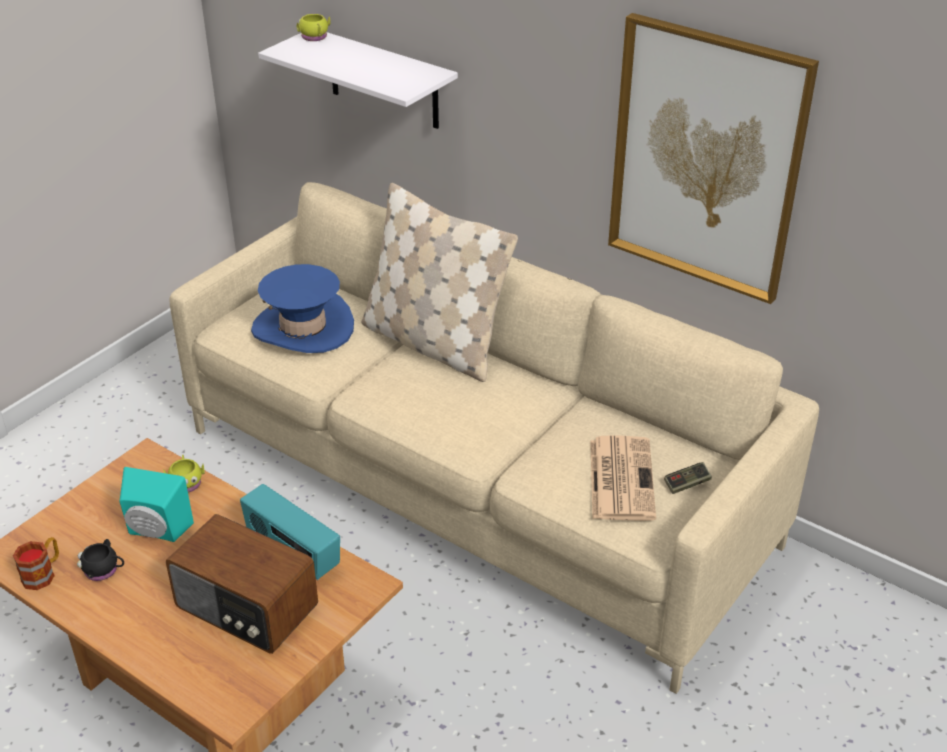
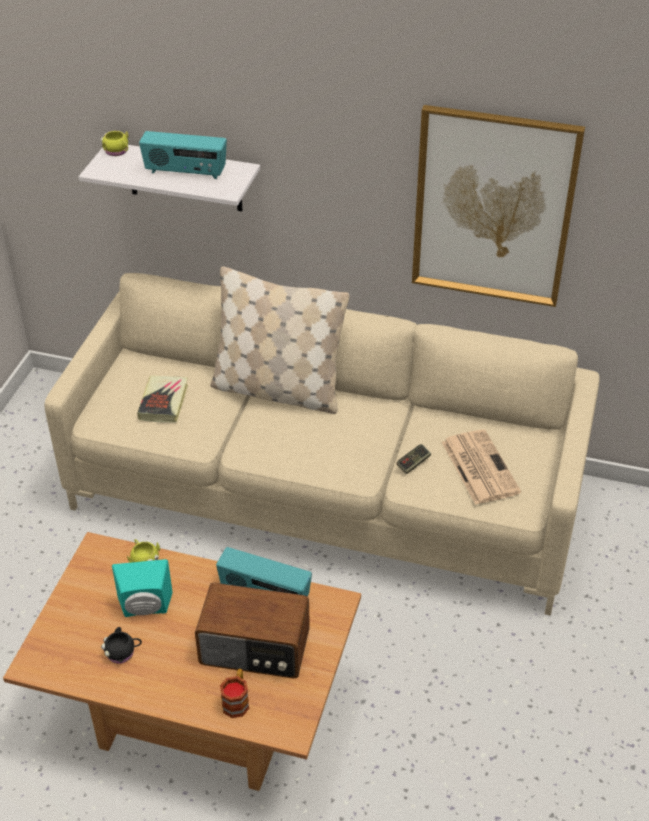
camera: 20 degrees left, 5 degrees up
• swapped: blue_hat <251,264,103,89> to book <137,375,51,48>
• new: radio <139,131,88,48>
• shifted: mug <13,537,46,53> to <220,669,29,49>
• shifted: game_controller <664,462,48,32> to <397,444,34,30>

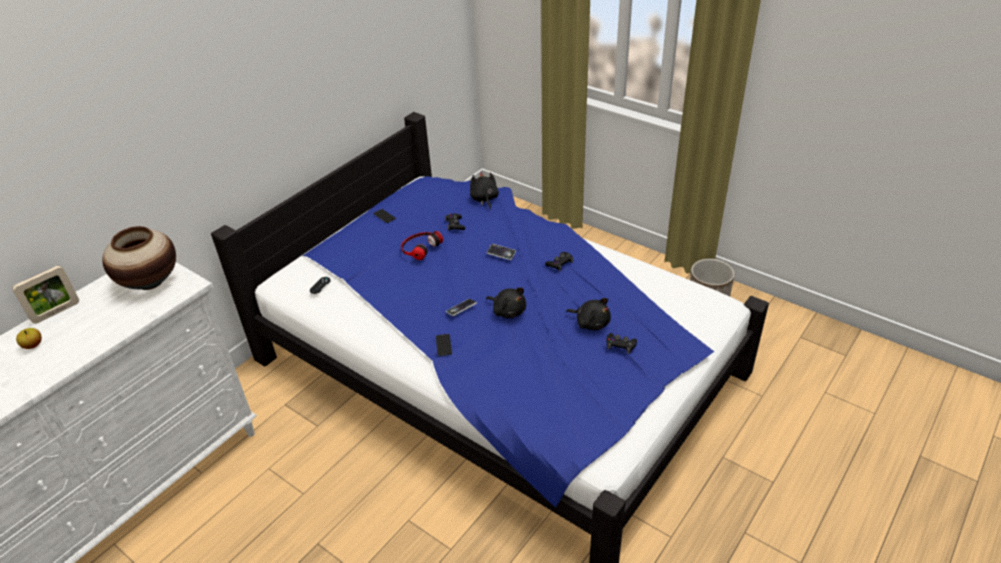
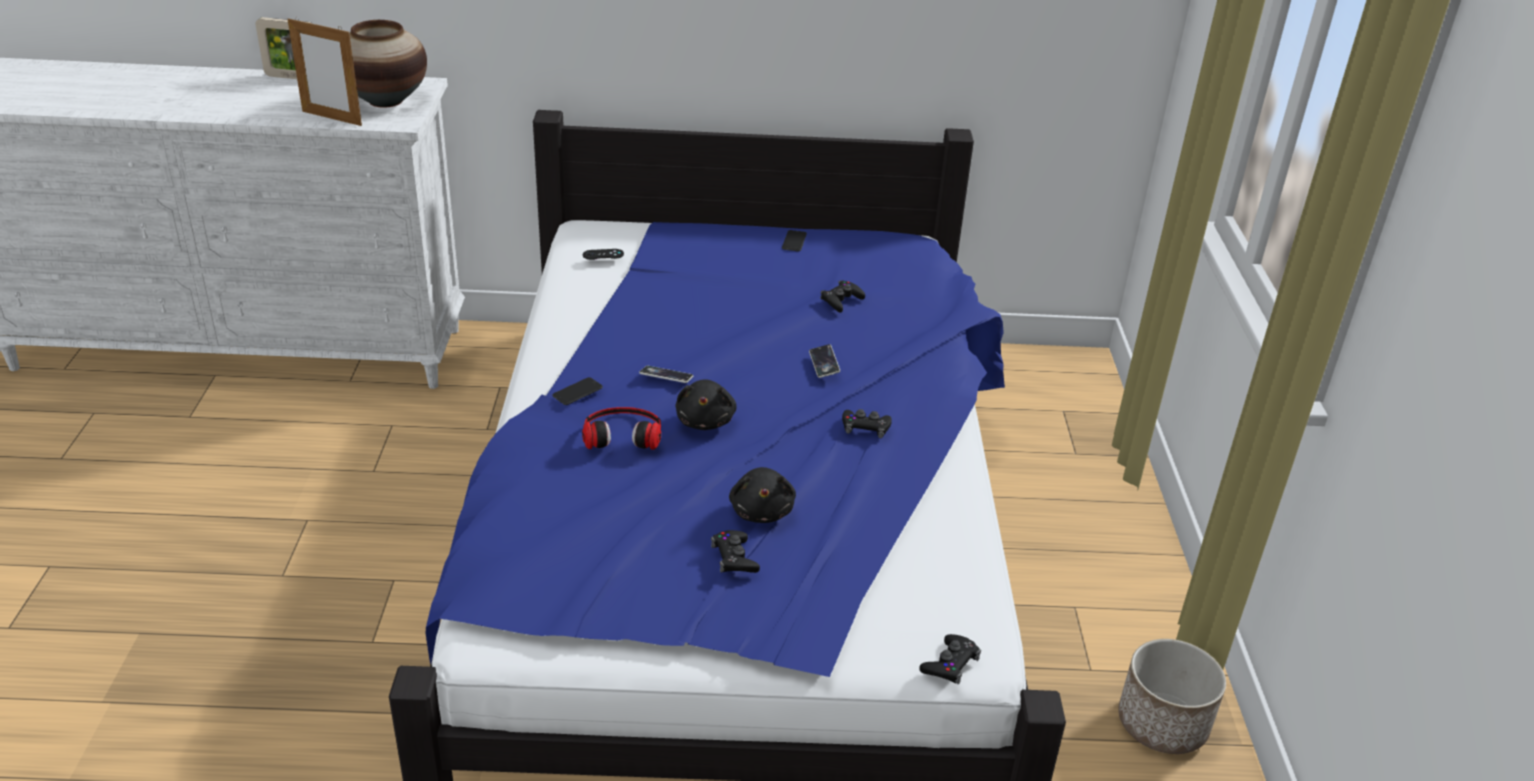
camera: 50 degrees right, 5 degrees down
• new: picture_frame <287,17,75,109>
• shifted: headphones <401,231,42,29> to <582,407,79,43>
• new: black_game_controller <919,634,62,50>
• gone: apple <16,328,26,21>
• gone: black_plush_toy <470,172,29,38>

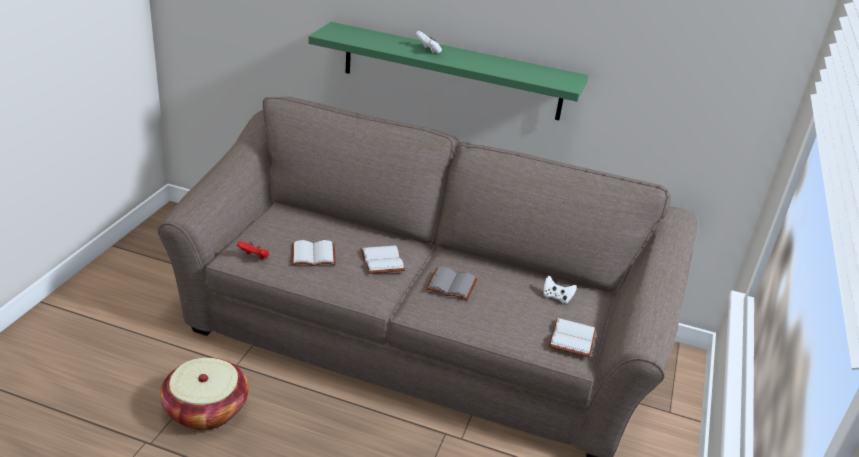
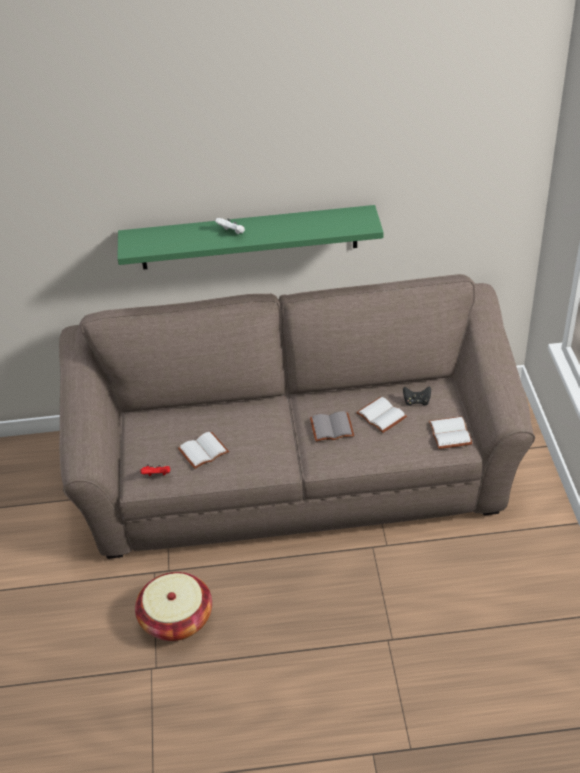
camera: 20 degrees left, 10 degrees up
• shifted: white_book <360,245,45,29> to <356,397,51,36>
• repainted: white_game_controller <543,276,34,28> to black_game_controller <403,386,28,20>

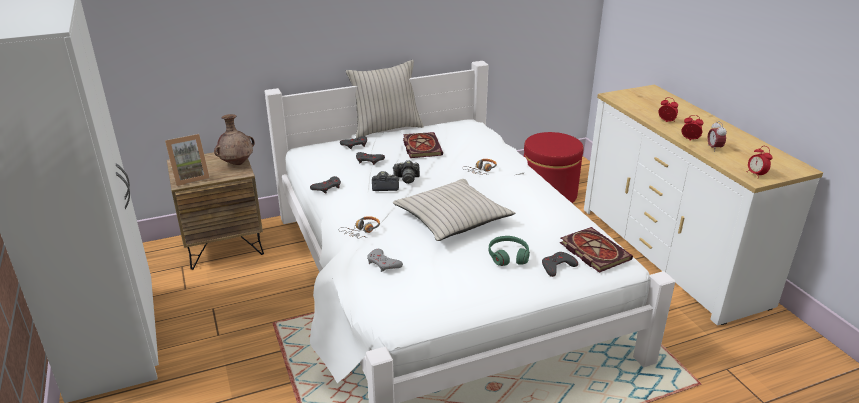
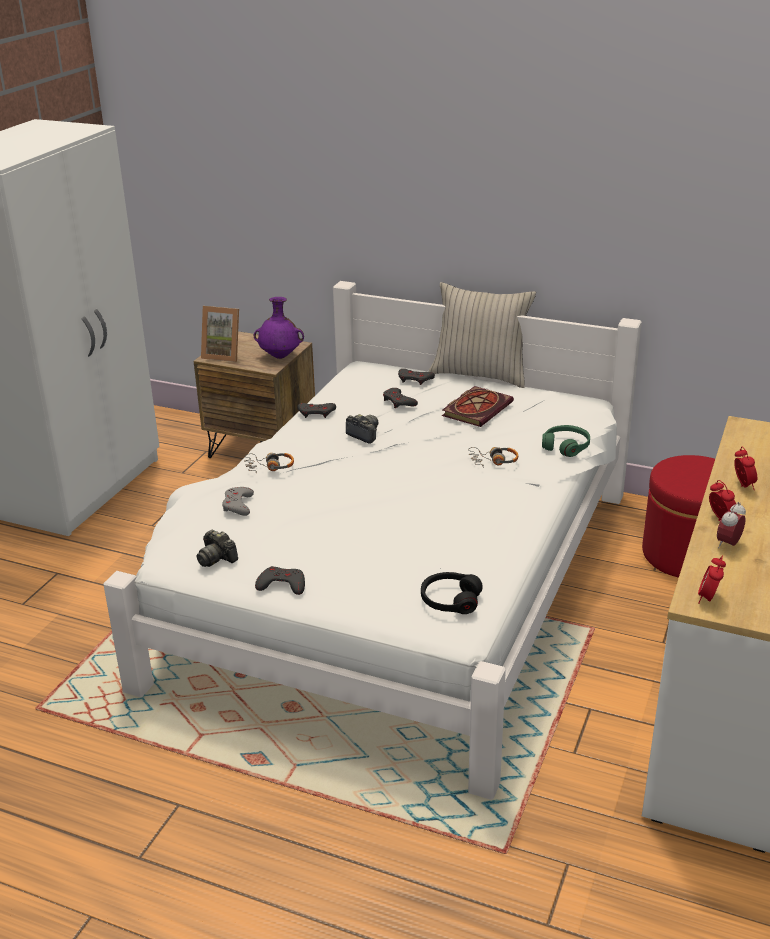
camera: 45 degrees right, 0 degrees up
• shifted: photo_camera <393,160,27,24> to <196,530,42,37>
• repainted: brown_vase <214,114,41,51> to purple_vase <254,297,50,62>
• shifted: grey_game_controller <542,252,36,25> to <255,566,50,29>
• swapped: book <560,227,73,46> to black_headphones <421,572,62,42>
• shifted: green_headphones <489,236,41,30> to <542,425,48,32>
• gone: beige_pillow <393,179,122,62>

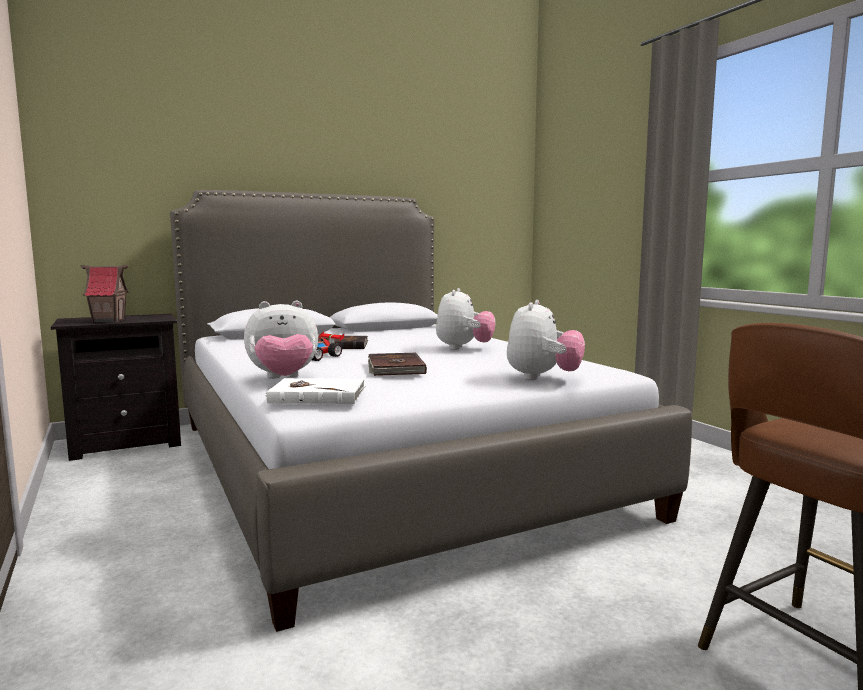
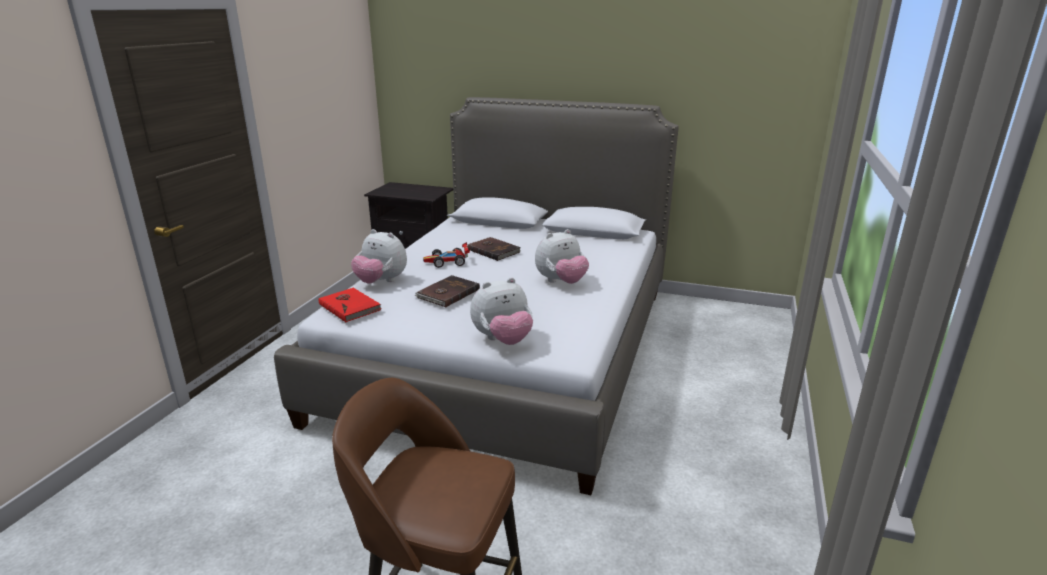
camera: 45 degrees right, 15 degrees up
• repainted: white_book <265,378,100,26> to red_book <319,288,63,34>
• gone: toy_house <81,265,48,58>

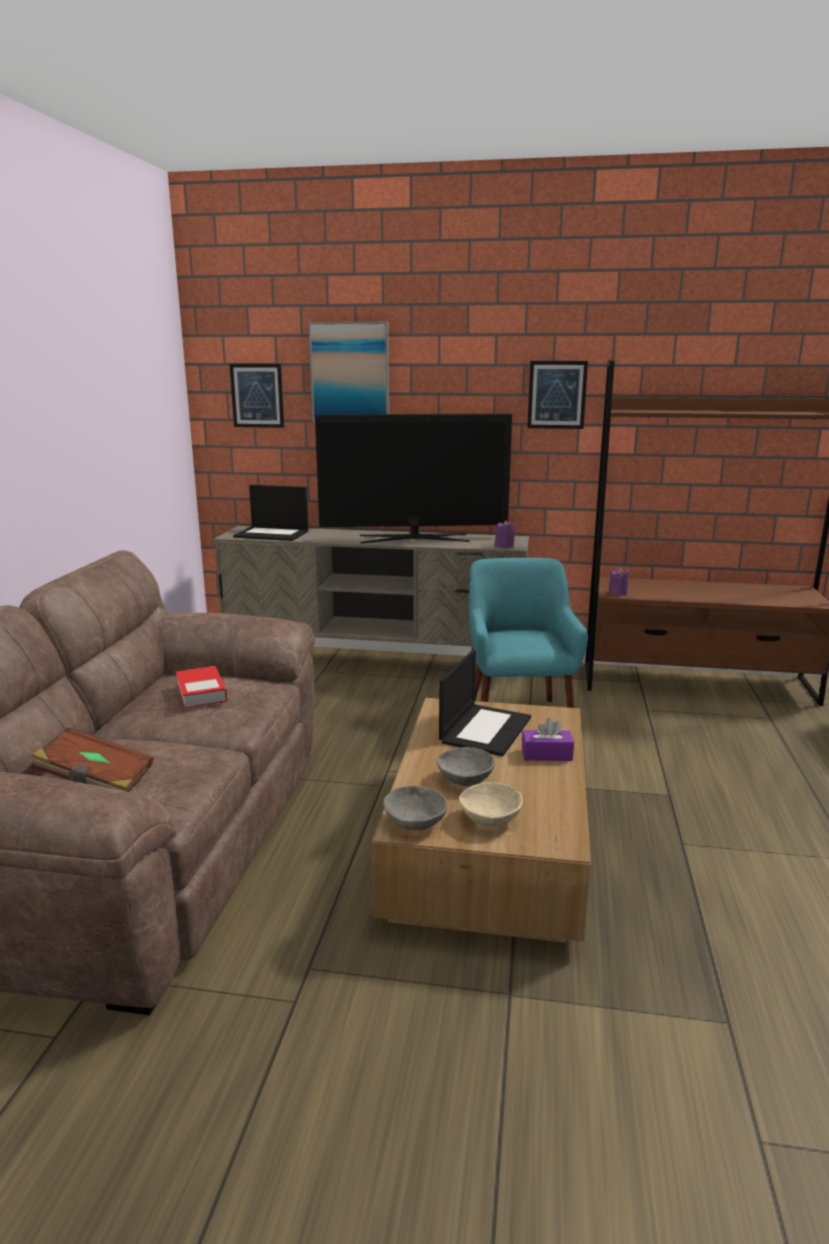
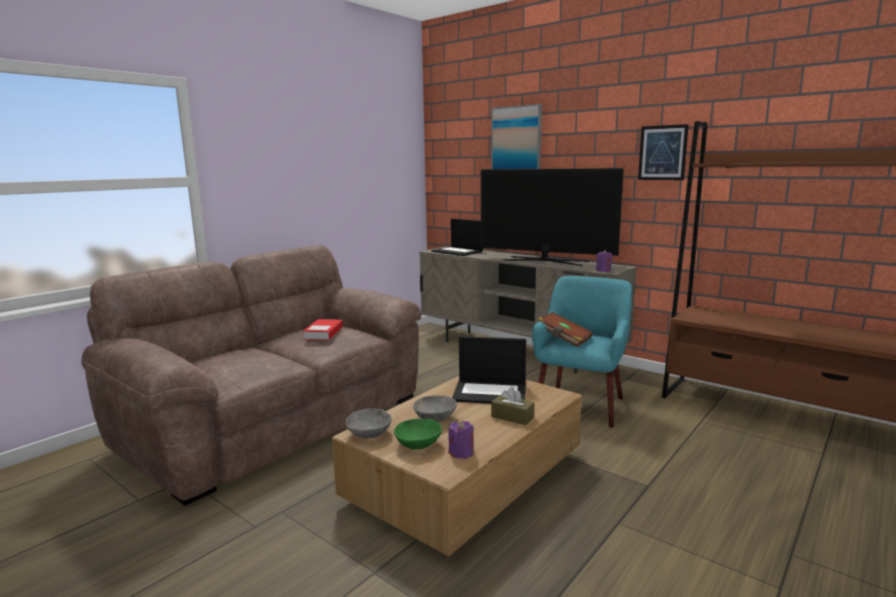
camera: 30 degrees right, 5 degrees down
• repainted: beige_bowl <459,782,64,45> to green_bowl <394,418,48,32>
• shifted: purple_candle <609,567,20,29> to <448,420,26,39>
• rotated: laptop <439,650,92,106> = <452,336,74,68> 45 degrees clockwise
• repainted: purple_tissue_box <522,718,52,43> to brown_tissue_box <491,387,44,38>
• shifted: brown_book <31,727,122,65> to <537,312,56,35>
• gone: picture <230,364,54,64>

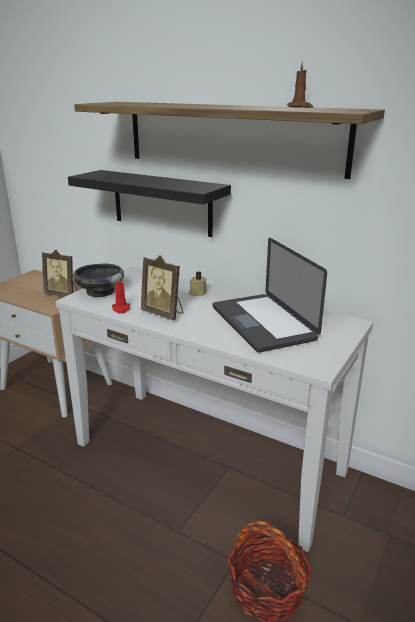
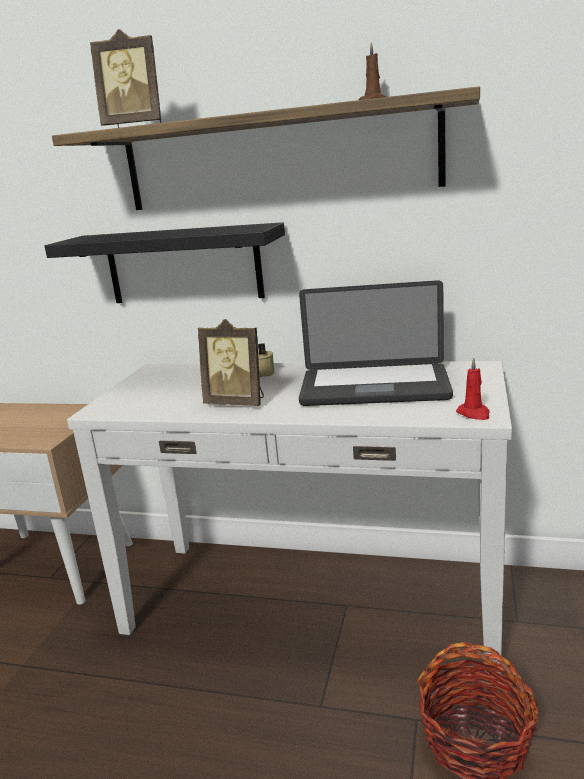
camera: 15 degrees left, 5 degrees down
• shifted: picture_frame <42,250,36,47> to <90,29,71,99>
• rotated: laptop <213,238,114,114> = <299,280,154,126> 45 degrees counterclockwise
• shifted: red_candle <112,275,18,39> to <456,358,34,62>
• gone: black_bowl <73,264,51,33>

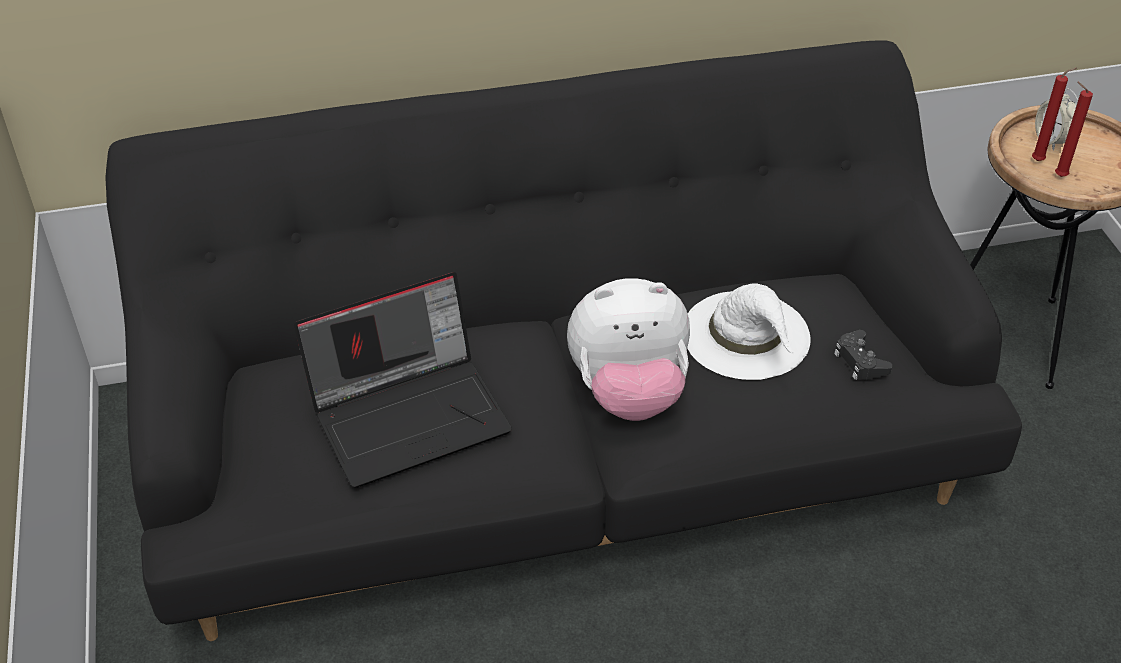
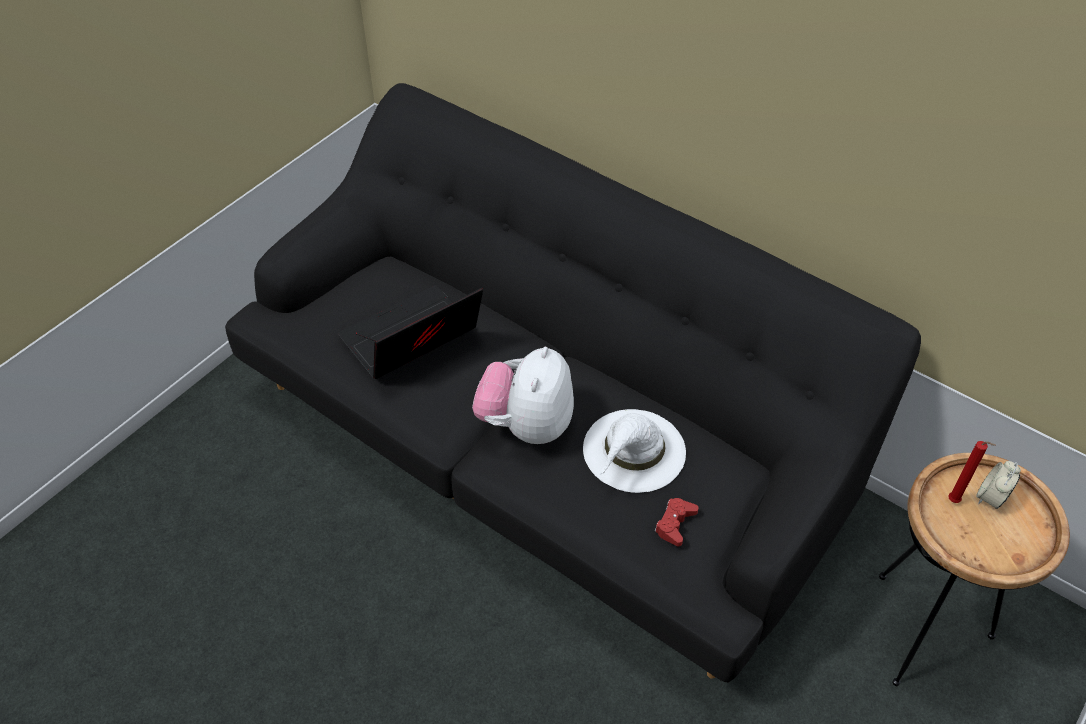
camera: 50 degrees right, 5 degrees up
• rotated: laptop <294,272,218,216> = <338,285,145,94> 120 degrees clockwise
• rotated: plush_toy <567,278,123,143> = <472,347,102,97> 60 degrees clockwise
• repainted: black_game_controller <834,330,58,50> to red_game_controller <655,498,44,48>
• gone: red_candle <1055,82,38,95>

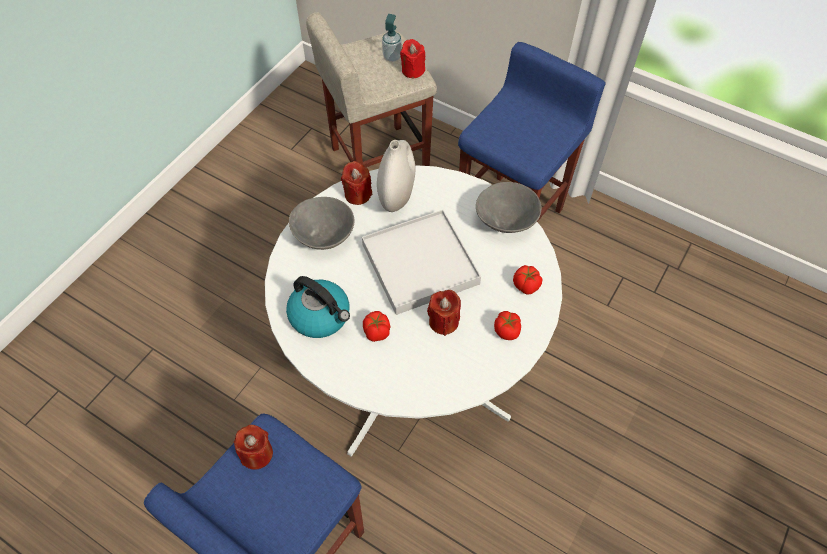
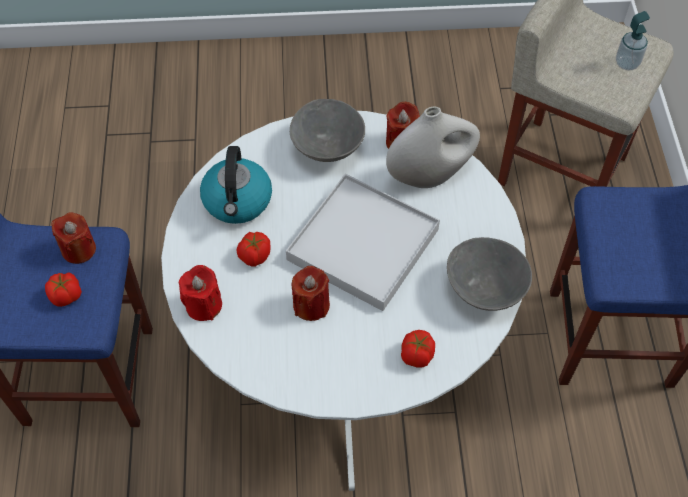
camera: 55 degrees right, 0 degrees up
• shifted: tomato <494,311,27,29> to <45,272,37,35>
• shifted: red_candle <400,39,26,39> to <179,265,43,56>

